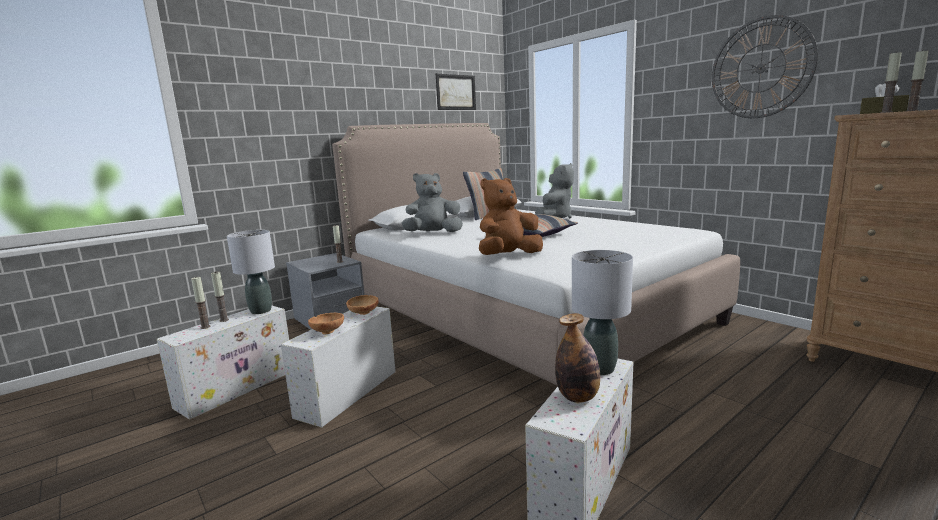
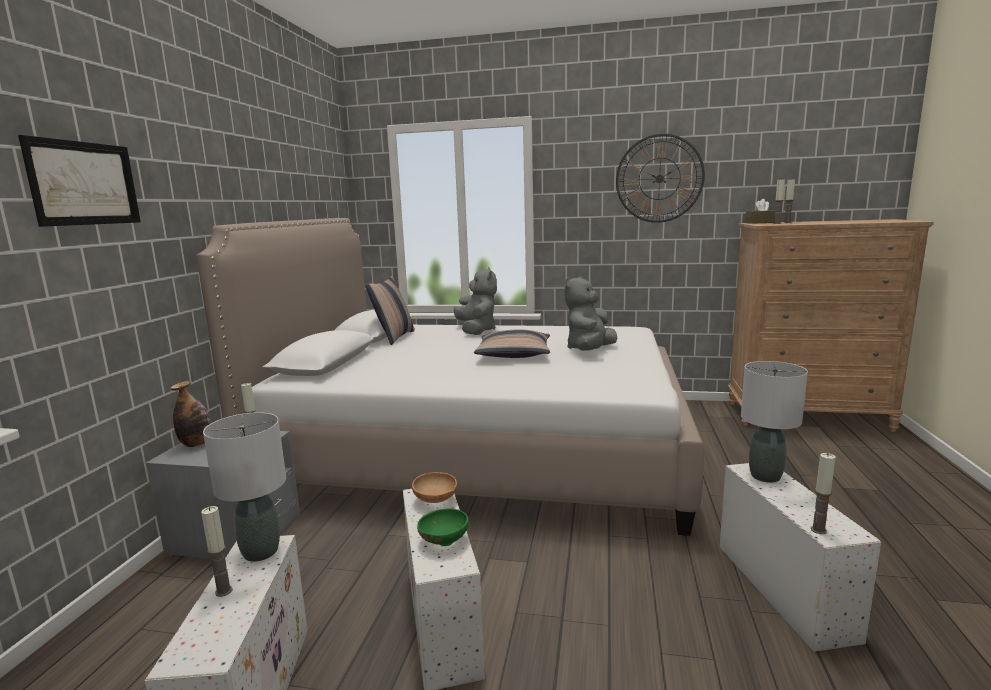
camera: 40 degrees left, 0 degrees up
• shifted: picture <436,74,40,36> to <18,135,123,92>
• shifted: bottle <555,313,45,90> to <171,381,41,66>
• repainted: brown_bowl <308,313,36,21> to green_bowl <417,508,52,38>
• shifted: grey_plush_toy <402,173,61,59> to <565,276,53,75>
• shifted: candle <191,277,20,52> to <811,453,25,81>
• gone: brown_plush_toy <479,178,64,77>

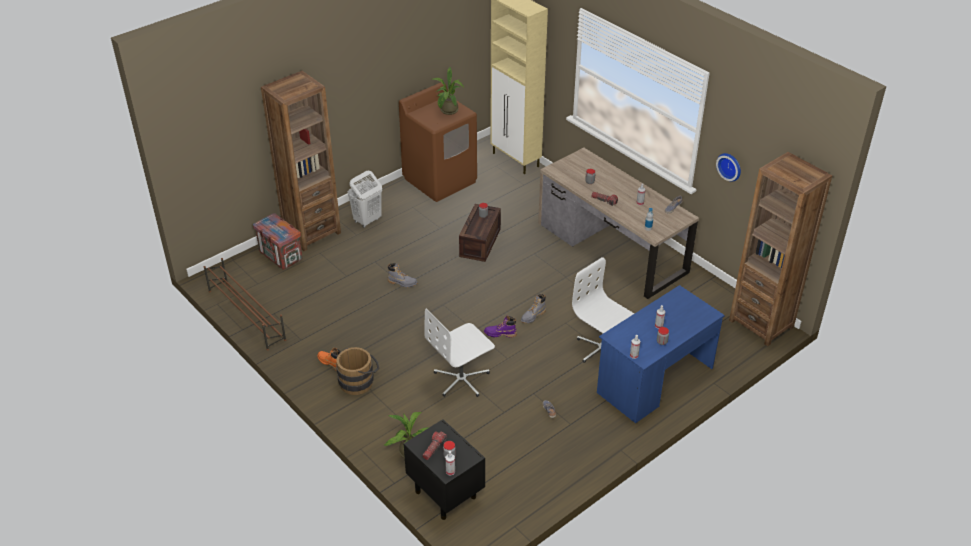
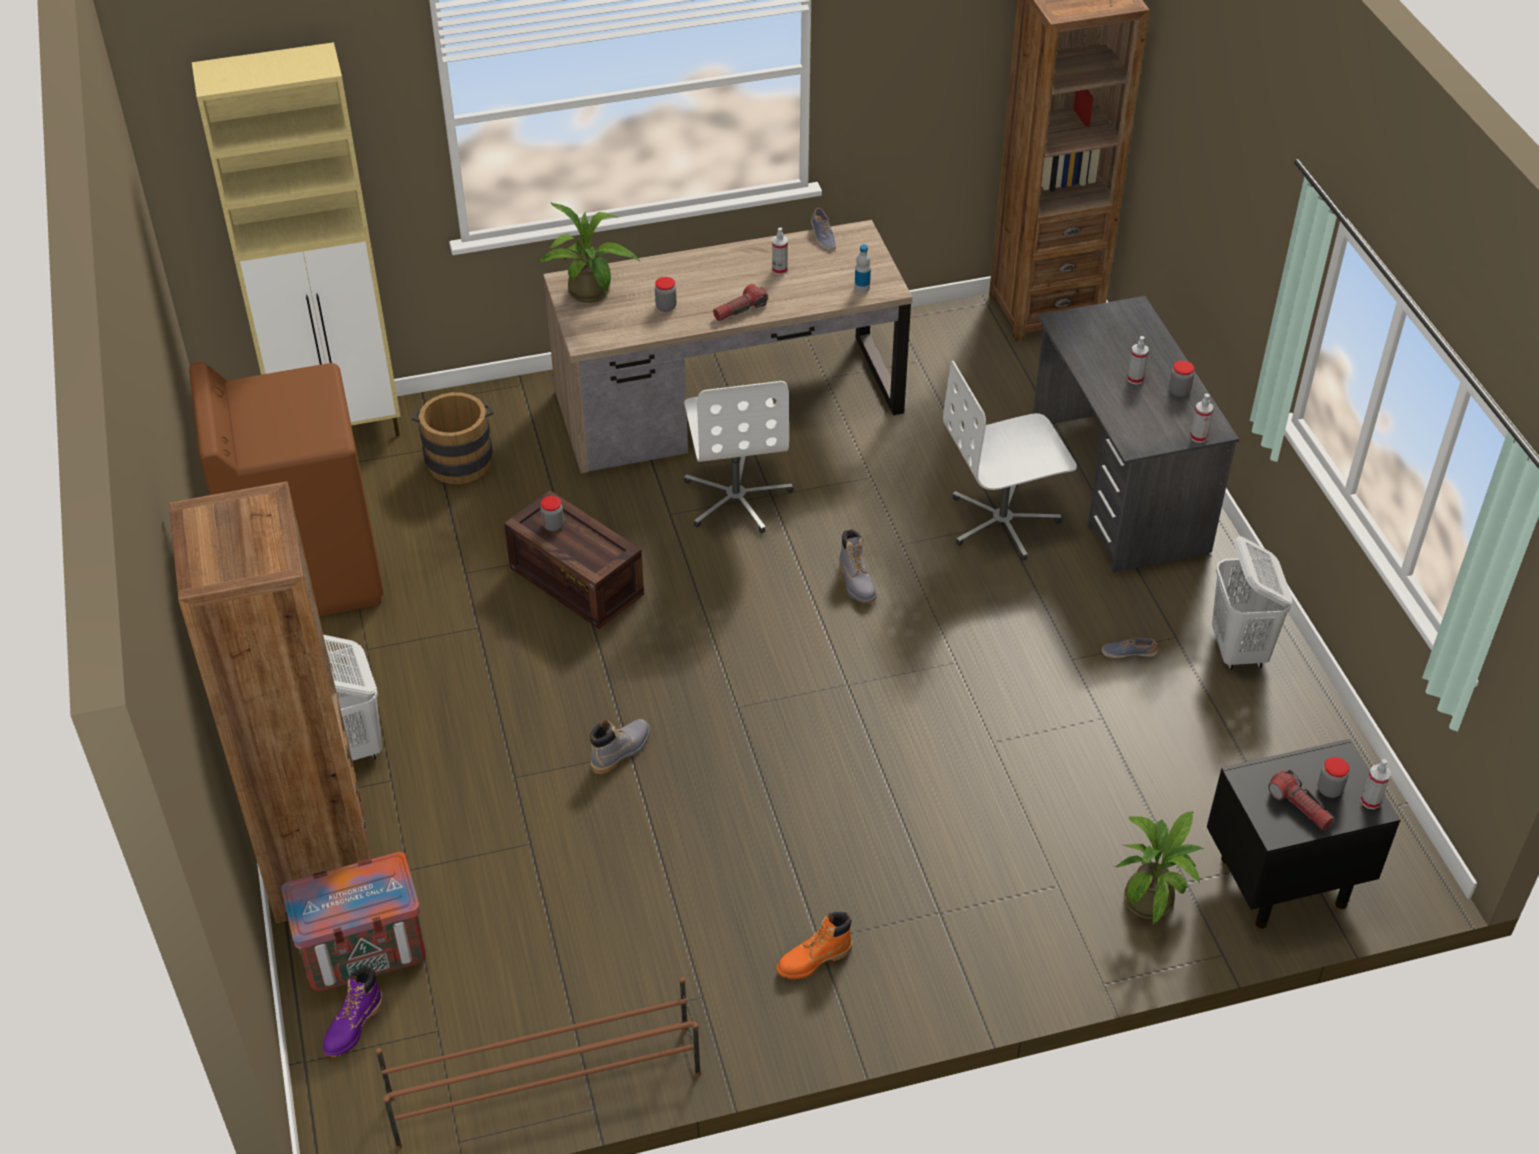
camera: 65 degrees left, 5 degrees up
• shifted: purple_boot <484,316,33,21> to <323,966,60,91>
• shifted: brown_bucket <336,347,43,48> to <412,392,82,92>
• shifted: potted_plant <432,67,32,48> to <538,203,102,100>
• shifted: white_office_chair <424,308,71,89> to <684,381,109,152>
• repainted: blue_desk <597,285,128,138> to grey_desk <1033,296,206,277>
• new: white_laundry_basket <1212,536,81,134>
• gone: wall_clock <716,153,25,29>

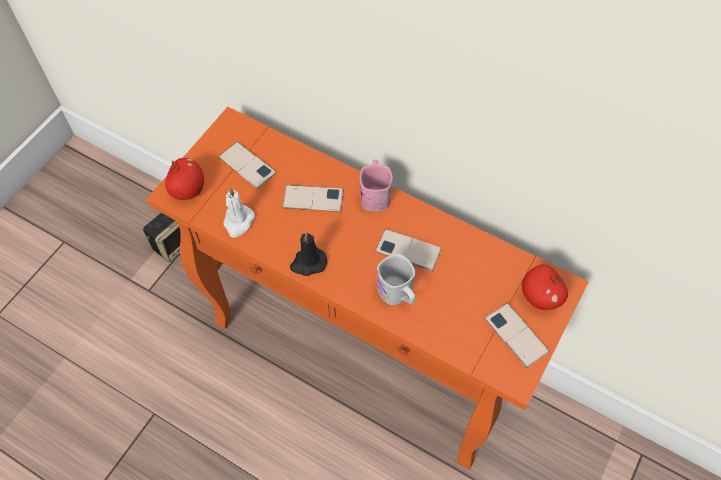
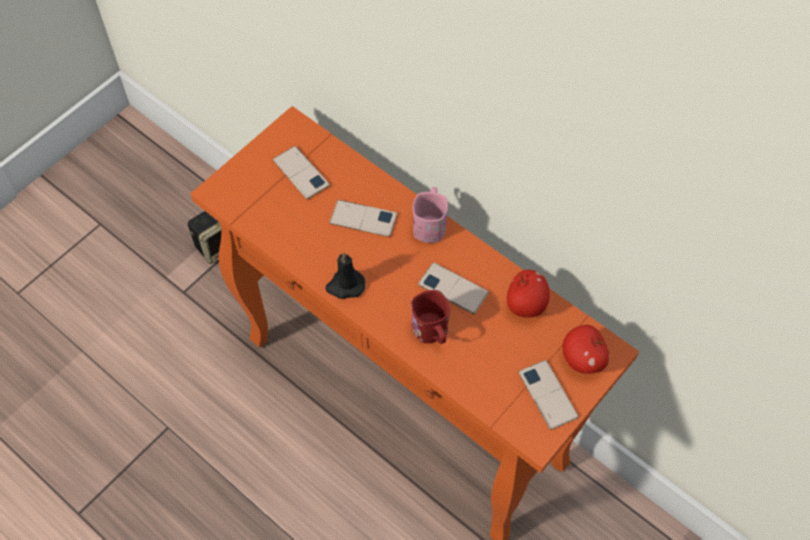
camera: 10 degrees right, 0 degrees up
• repainted: white_mug <377,254,39,51> to red_mug <411,290,39,54>
• shifted: apple <165,158,39,42> to <507,270,43,47>
• gone: white_candle <223,188,32,50>

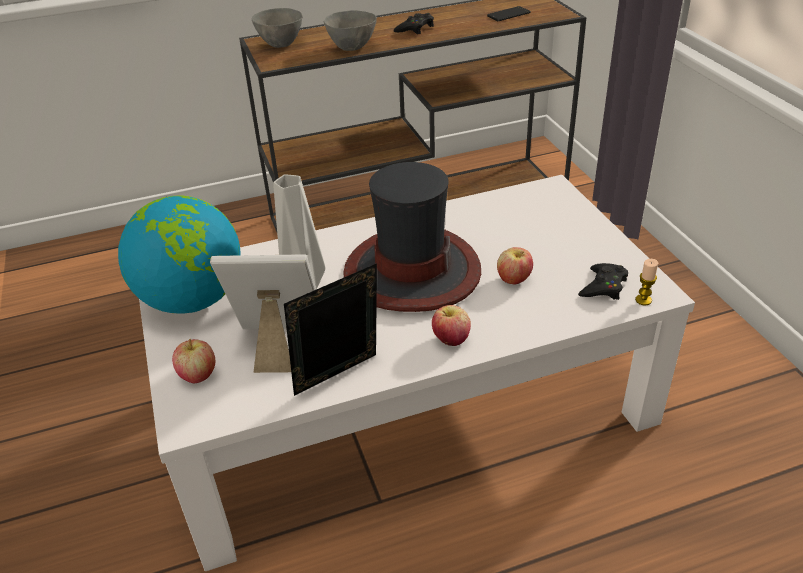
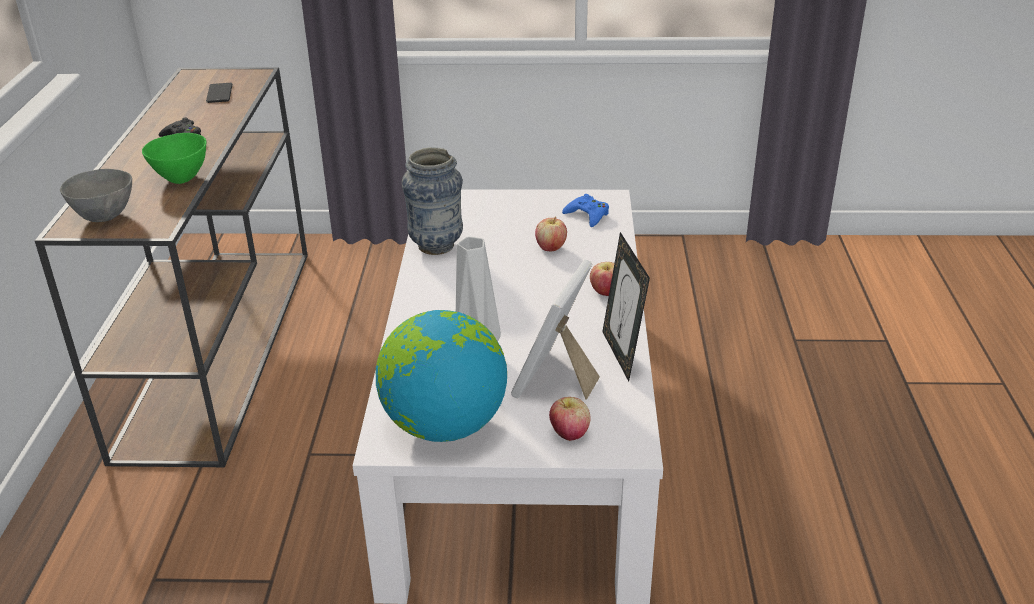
camera: 70 degrees left, 5 degrees down
• repainted: grey_bowl <324,10,53,41> to green_bowl <142,133,64,51>
• new: vase <402,147,61,108>
• repainted: black_game_controller <578,263,50,37> to blue_game_controller <562,194,47,33>
• gone: hat <343,162,138,150>
• gone: candle <635,259,23,46>

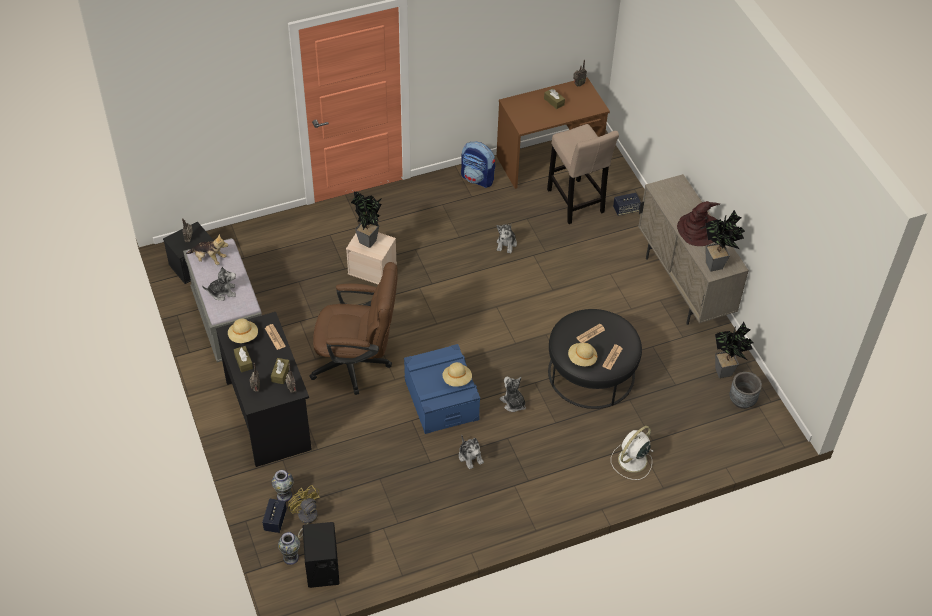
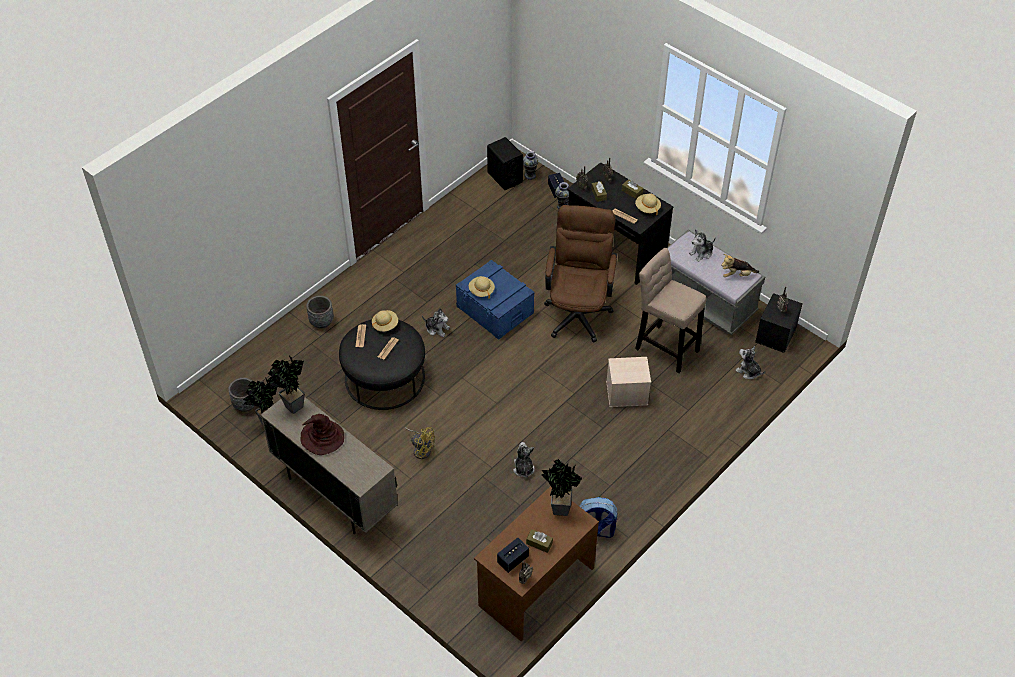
camera: 155 degrees right, 0 degrees up
• swapped: white_fan <611,426,42,54> to grey_planter <307,296,27,33>
• shifted: yellow_fan <288,485,32,53> to <405,427,30,32>
• shifted: speaker <613,193,28,23> to <497,538,32,35>
• shifted: potted_plant <351,191,32,57> to <541,459,41,57>
• rotated: brown_office_chair <309,262,89,133> = <544,205,73,138> 120 degrees clockwise
• shifted: beige_stool <547,124,72,100> to <635,248,71,125>
• shifted: plush_toy <459,435,25,34> to <735,346,30,33>

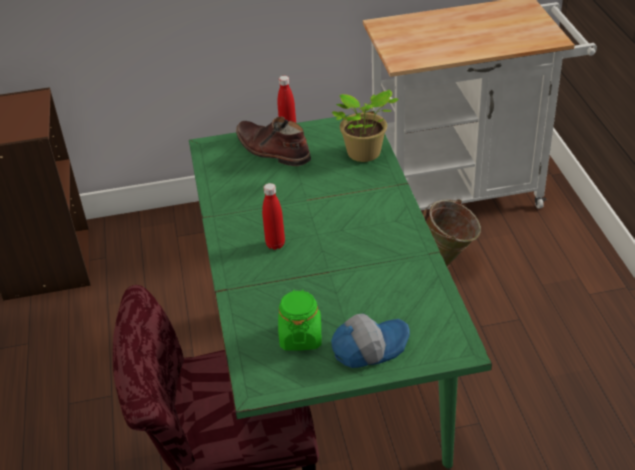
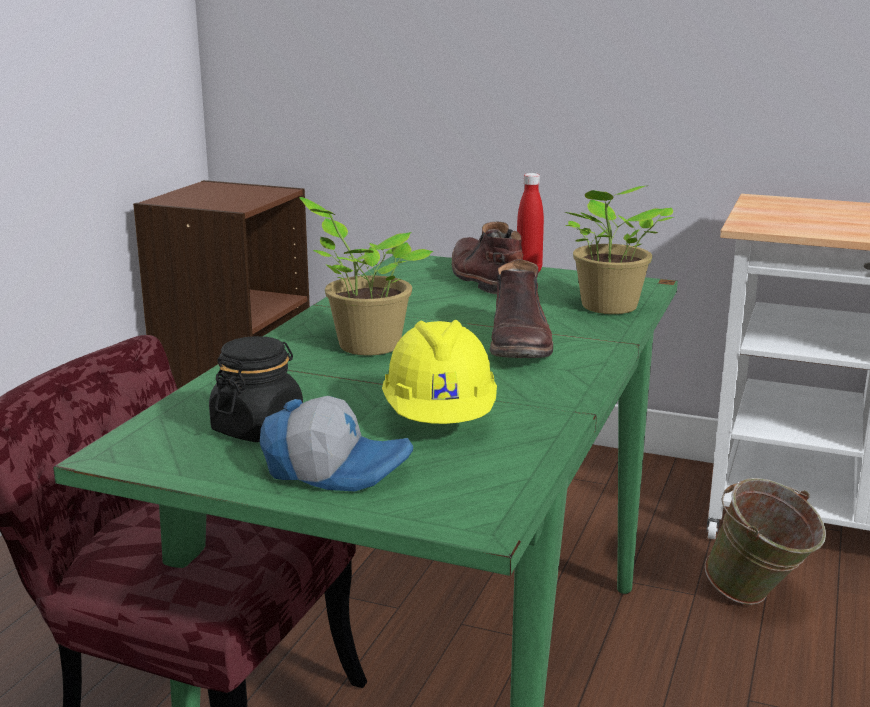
camera: 30 degrees right, 20 degrees down
• repainted: green_jar <278,289,43,61> to black_jar <209,336,94,106>
• swapped: red_bottle <262,183,23,67> to potted_plant <299,197,134,159>
• new: yellow_hard_hat <382,320,115,104>
• new: brown_boot <490,259,63,99>

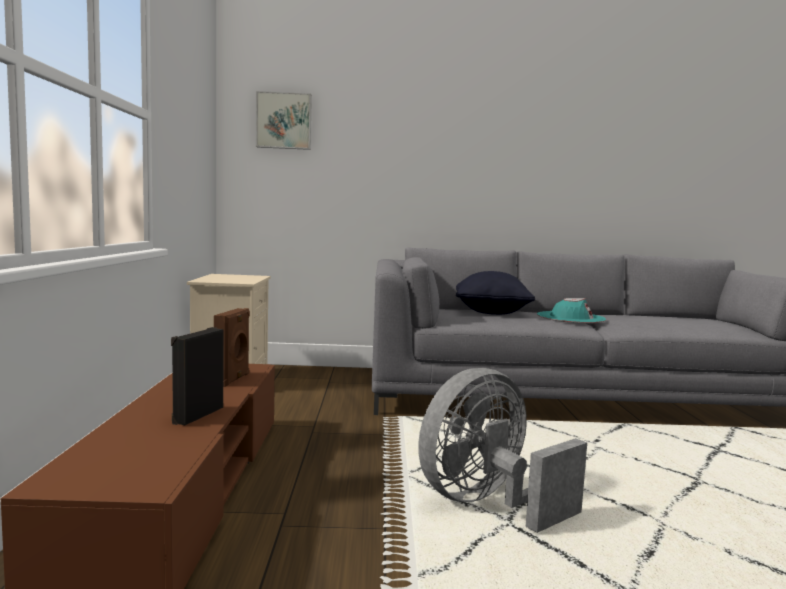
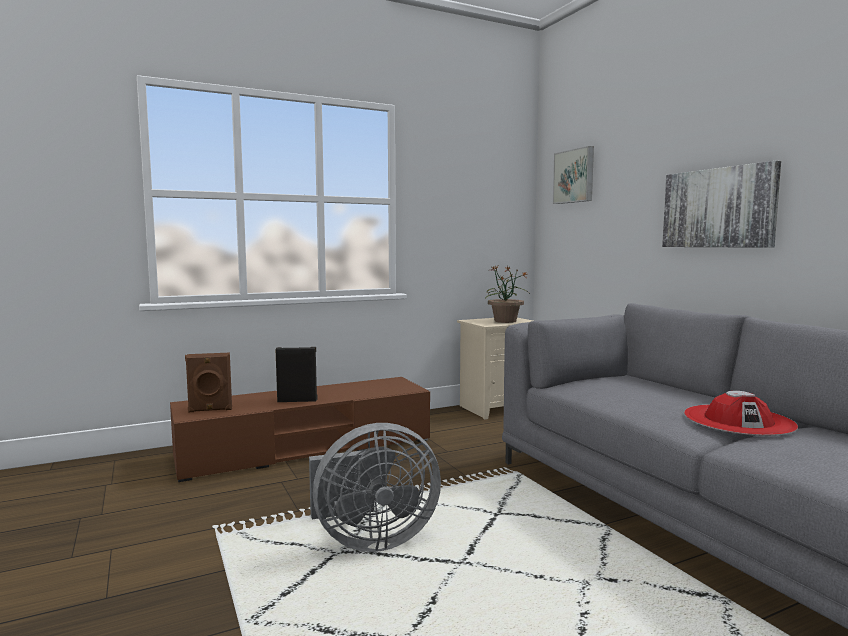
camera: 65 degrees right, 0 degrees up
• shifted: brown_speaker <214,308,36,79> to <185,352,47,61>
• rotated: grey_fan <418,368,169,165> = <309,423,132,129> 135 degrees clockwise
• new: potted_plant <485,266,45,57>
• new: picture <662,161,119,87>
• repainted: turquoise_hat <537,298,69,25> to red_hat <684,391,114,45>
• gone: black_pillow <456,271,79,44>

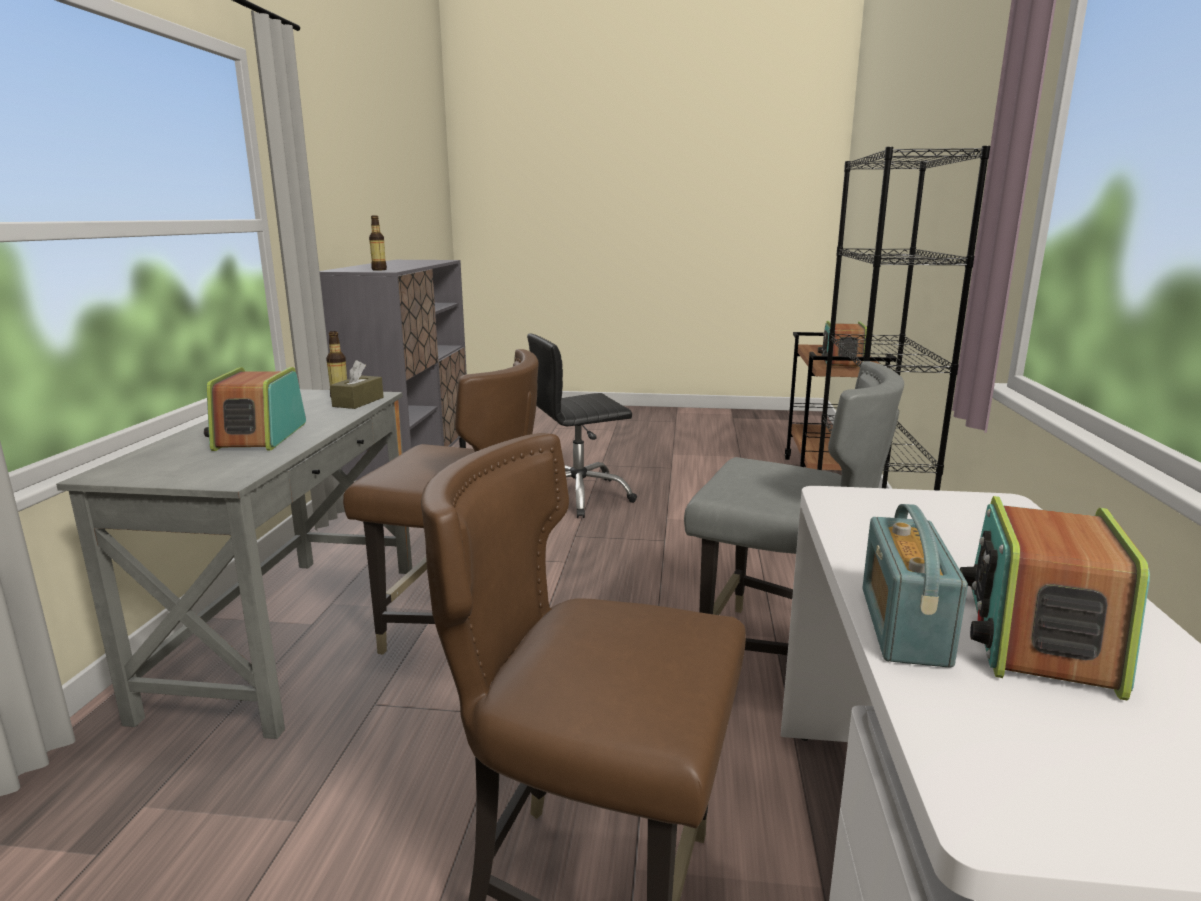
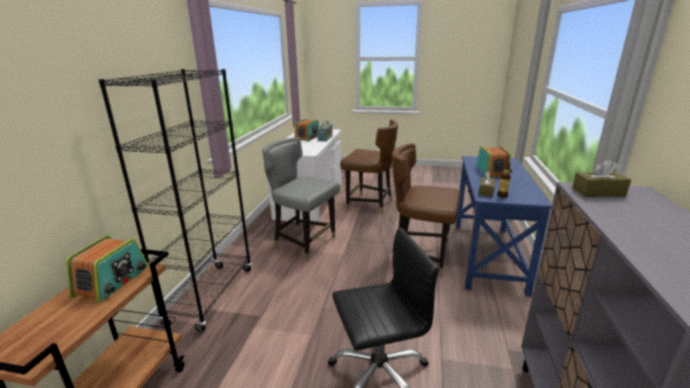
camera: 175 degrees left, 5 degrees up
• repainted: grey_desk <56,389,356,350> to blue_desk <456,156,96,140>
• swapped: bottle <369,216,18,54> to brown_tissue_box <572,159,59,38>

